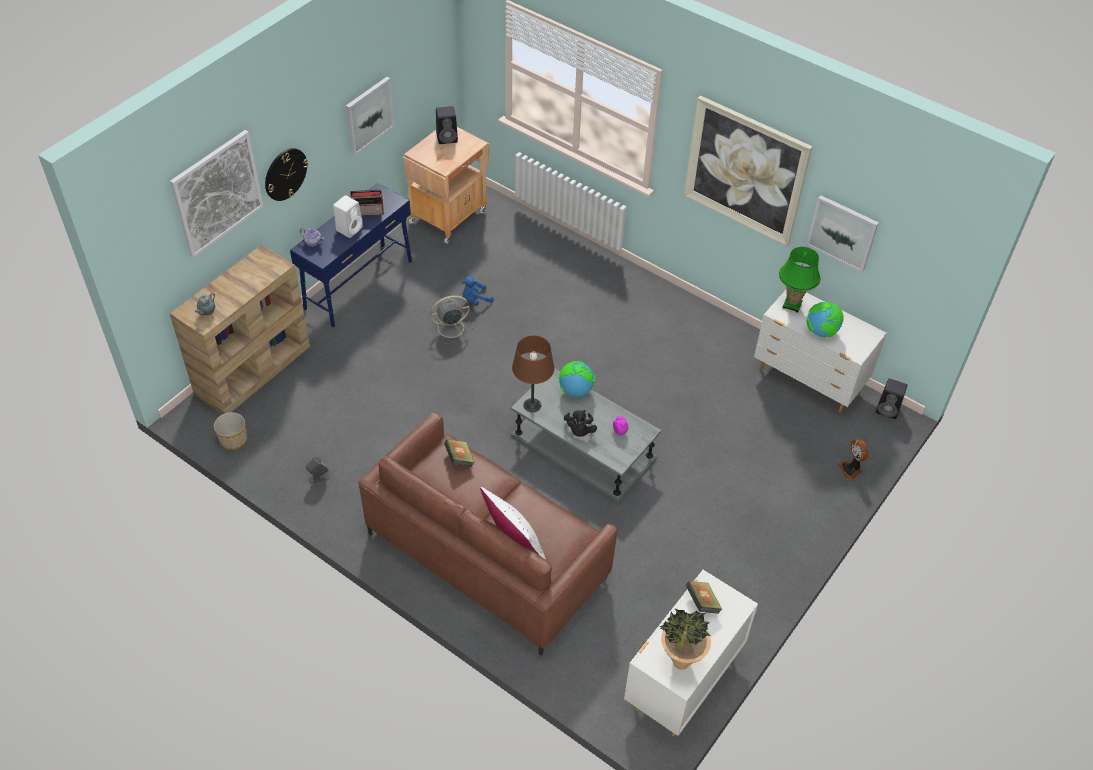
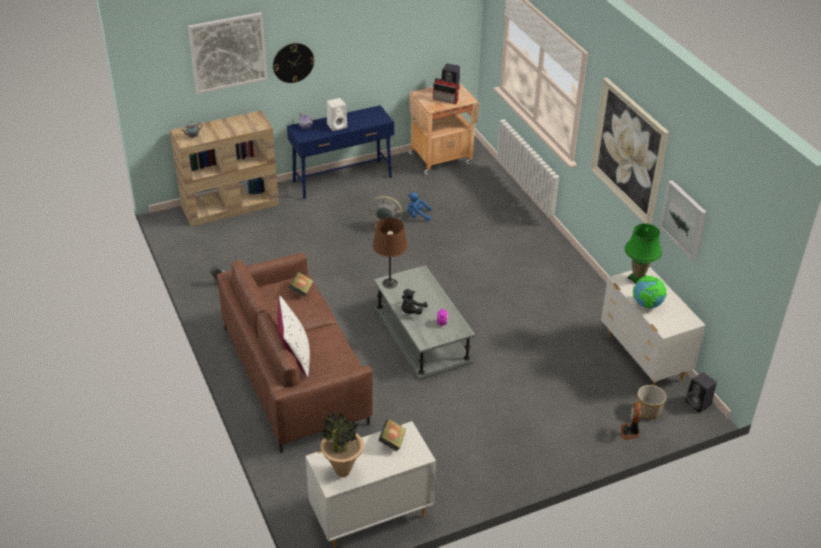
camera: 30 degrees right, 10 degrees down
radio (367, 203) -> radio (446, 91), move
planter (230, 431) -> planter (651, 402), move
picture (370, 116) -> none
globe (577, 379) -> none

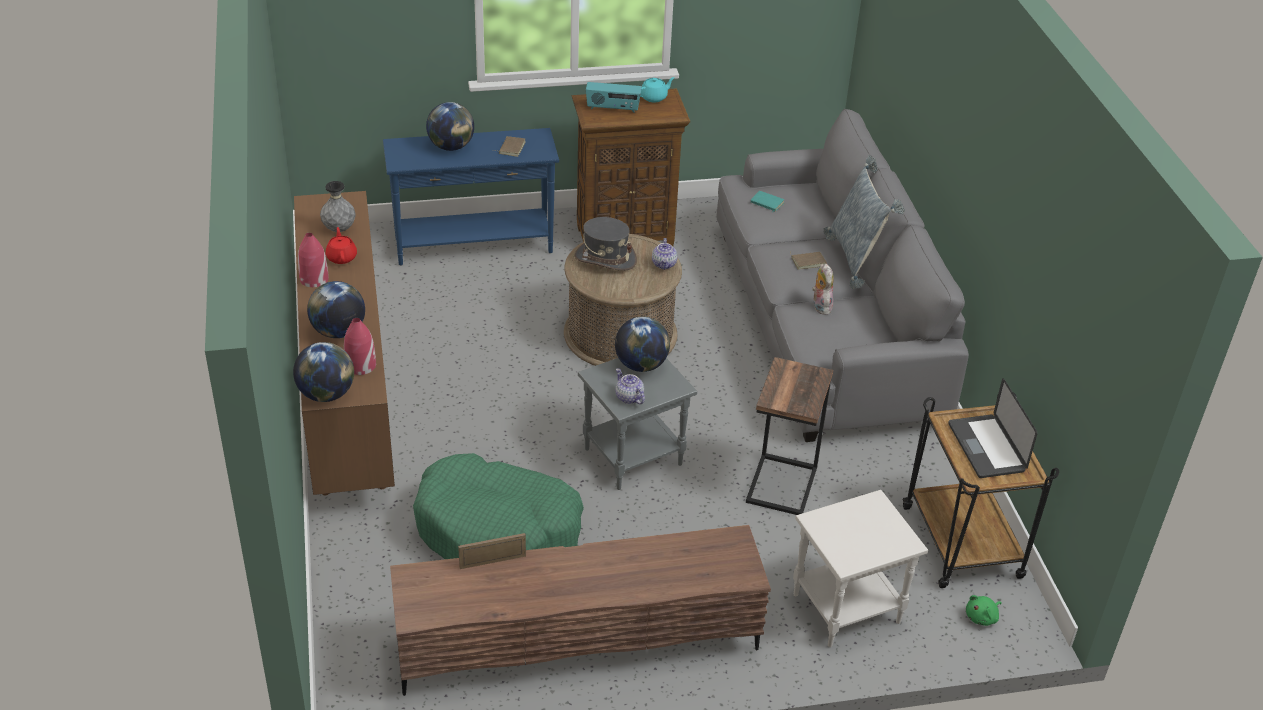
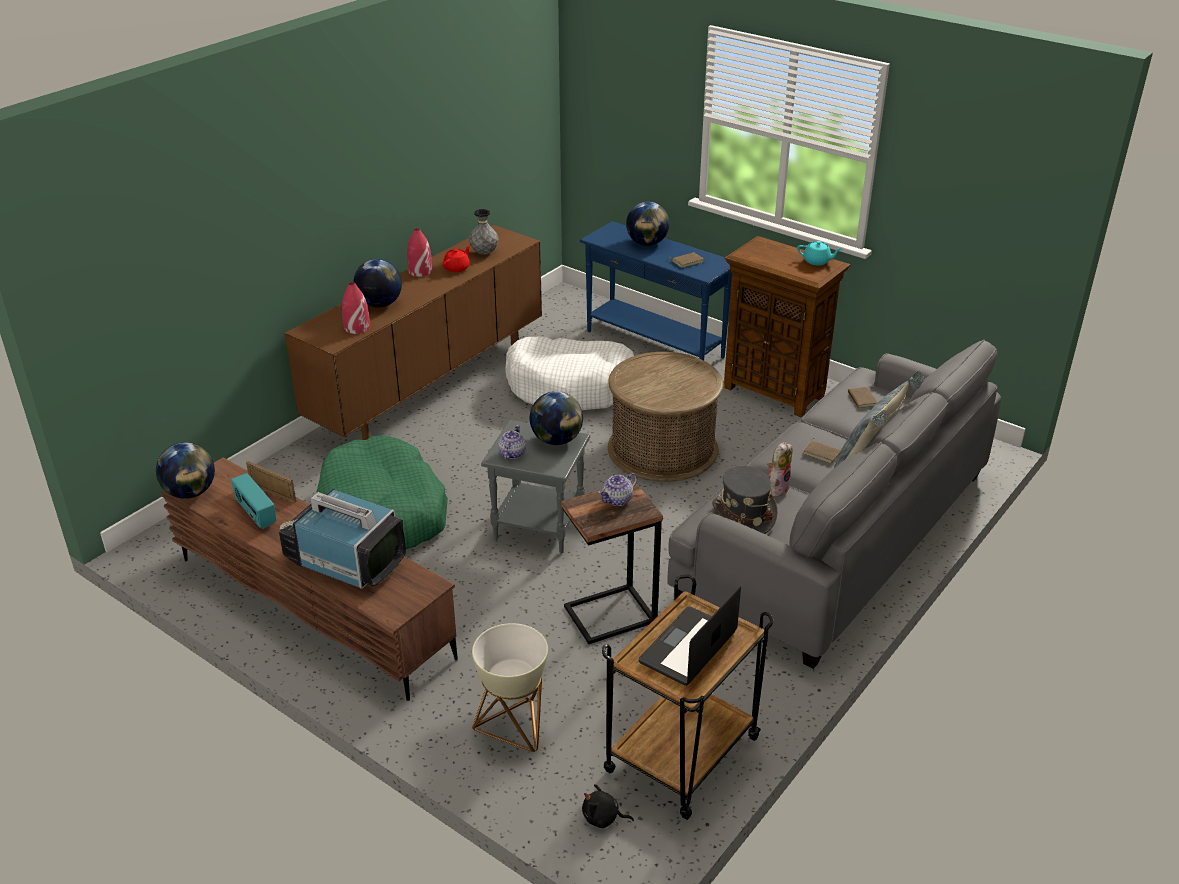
camera: 50 degrees right, 5 degrees down
globe (323, 372) -> globe (185, 470), move
radio (614, 97) -> radio (254, 501), move
none -> television (342, 539)
white_side_table (860, 568) -> planter (510, 687)
none -> white_dog_bed (569, 373)
green_plush_toy (984, 610) -> black_plush_toy (608, 806)
teapot (664, 254) -> teapot (617, 489), move
grey_hat (605, 244) -> grey_hat (745, 500), move
turquoise_book (768, 202) -> brown_book (863, 397)

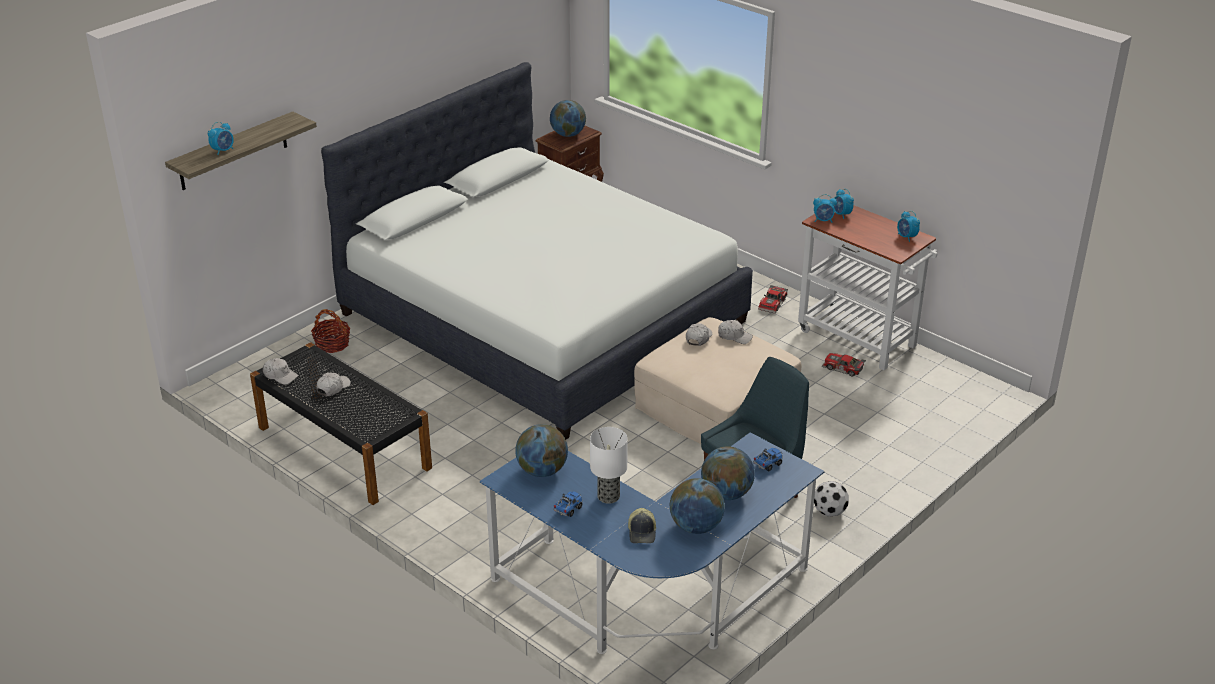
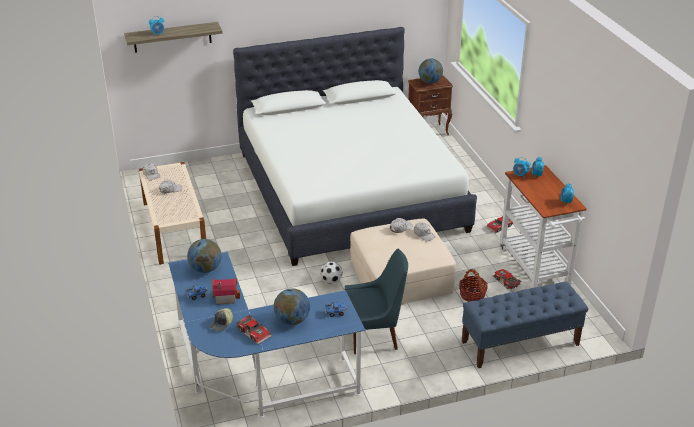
camera: 30 degrees right, 0 degrees up
black_bench (341, 423) -> beige_bench (172, 213)
table_lamp (609, 465) -> toy_house (226, 291)
globe (697, 506) -> toy_car (253, 329)
football (831, 499) -> football (331, 272), move
basket (330, 331) -> basket (473, 285), move
none -> blue_bench (525, 324)

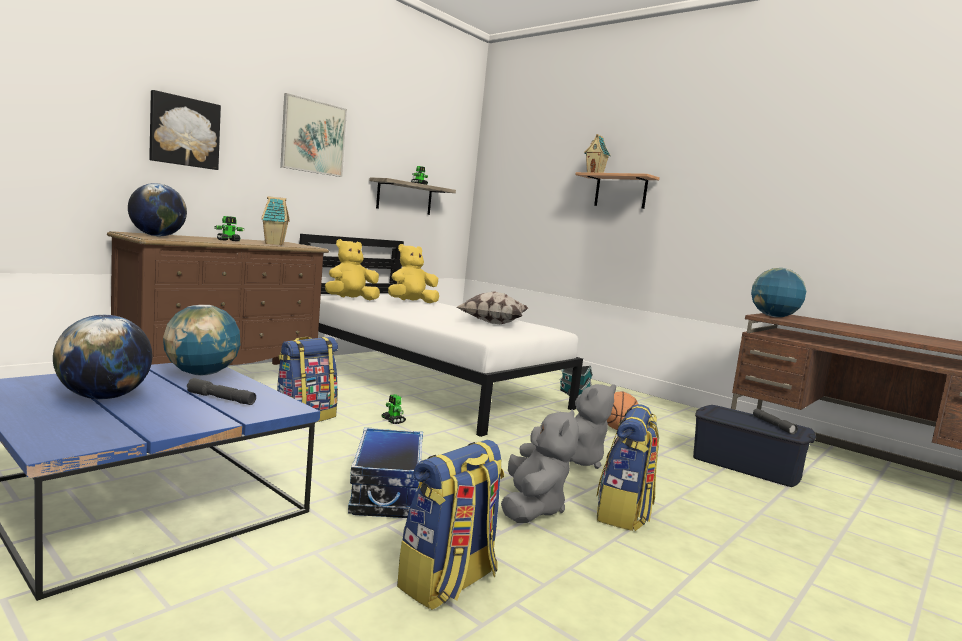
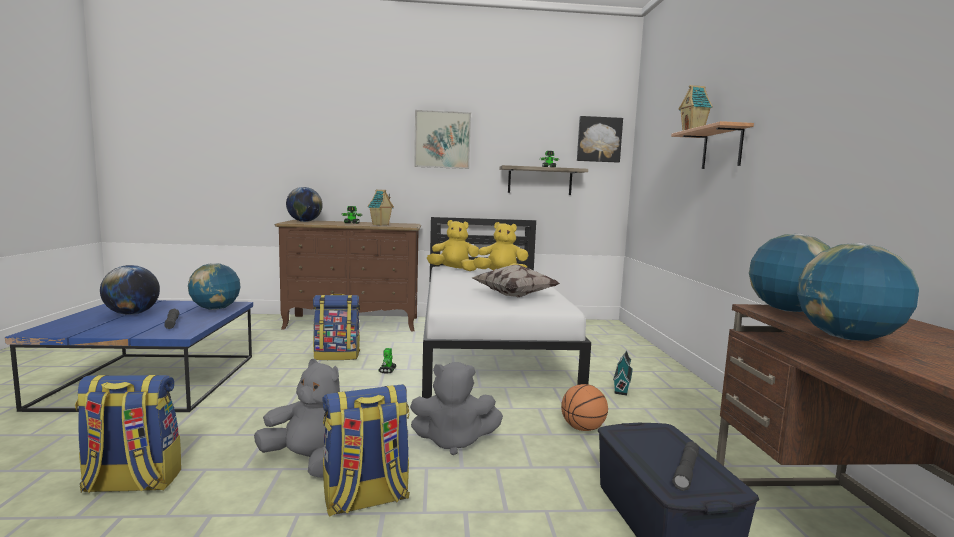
camera: 45 degrees right, 0 degrees up
grey_plush_toy (540, 466) -> grey_plush_toy (297, 418), 120 degrees counterclockwise
picture (185, 130) -> picture (600, 139), move
none -> globe (858, 292)
storage_box (385, 472) -> none

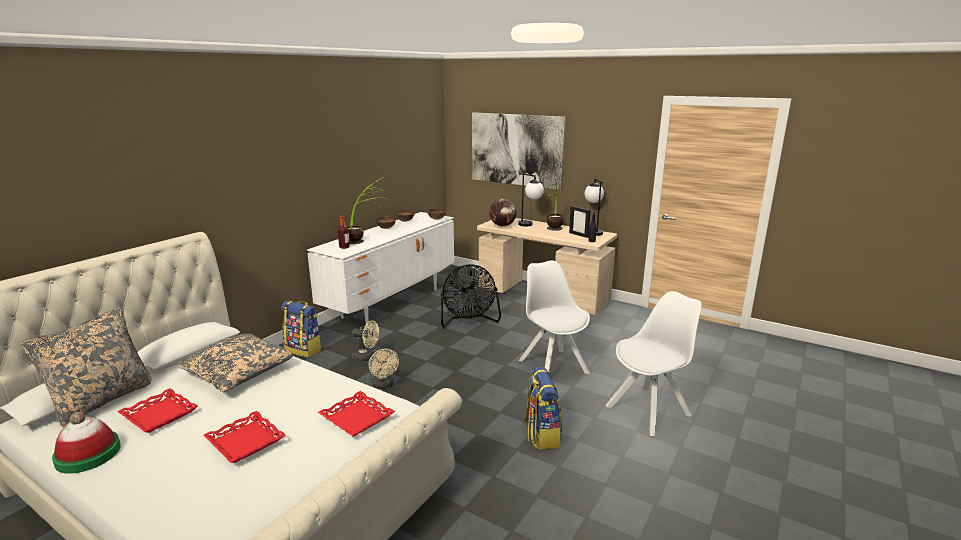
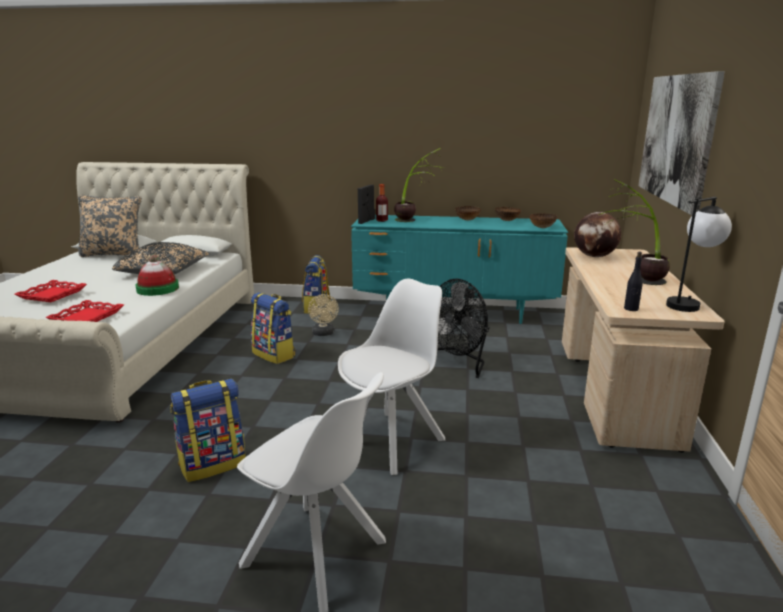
camera: 65 degrees right, 0 degrees up
hat (86, 443) -> hat (157, 275), move
beige_fan (384, 369) -> backpack (273, 328)
white_dresser (380, 268) -> turquoise_dresser (459, 269)
picture_frame (580, 222) -> picture_frame (366, 204), move
red_tray (157, 410) -> none
table_lamp (531, 199) -> none

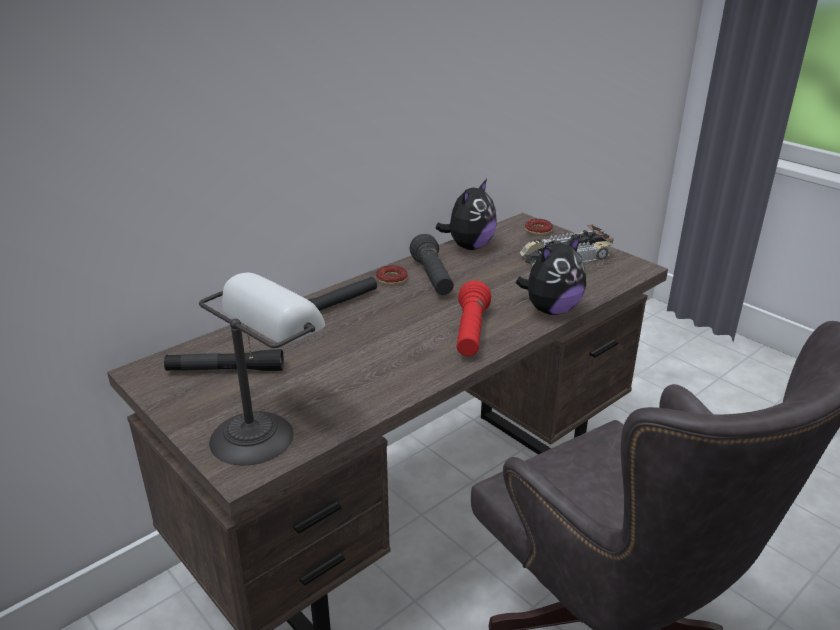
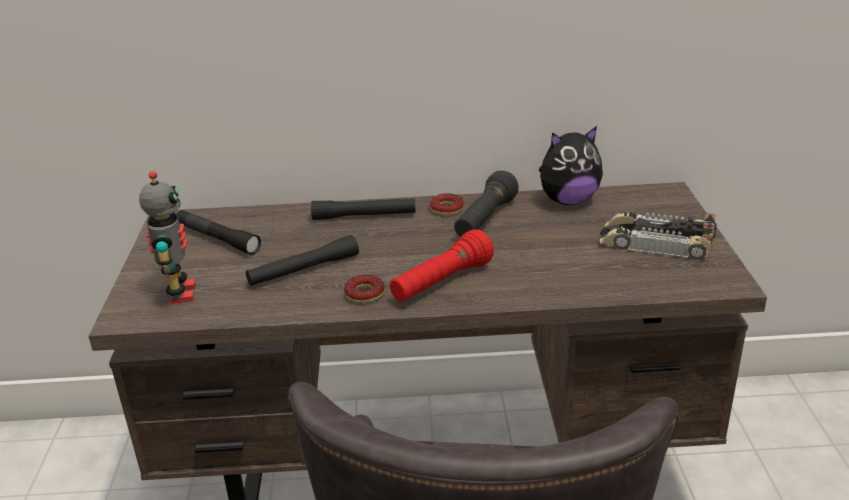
camera: 40 degrees right, 0 degrees up
table_lamp (262, 369) -> toy_robot (167, 237)
none -> black_flashlight (302, 260)
donut (539, 227) -> donut (364, 289), move
plush_toy (551, 275) -> none

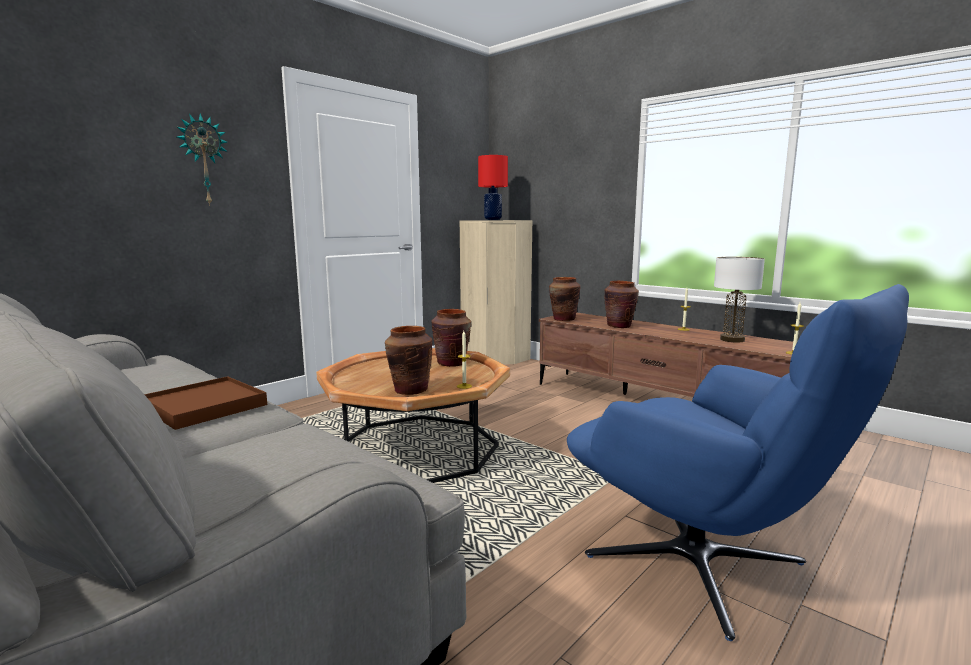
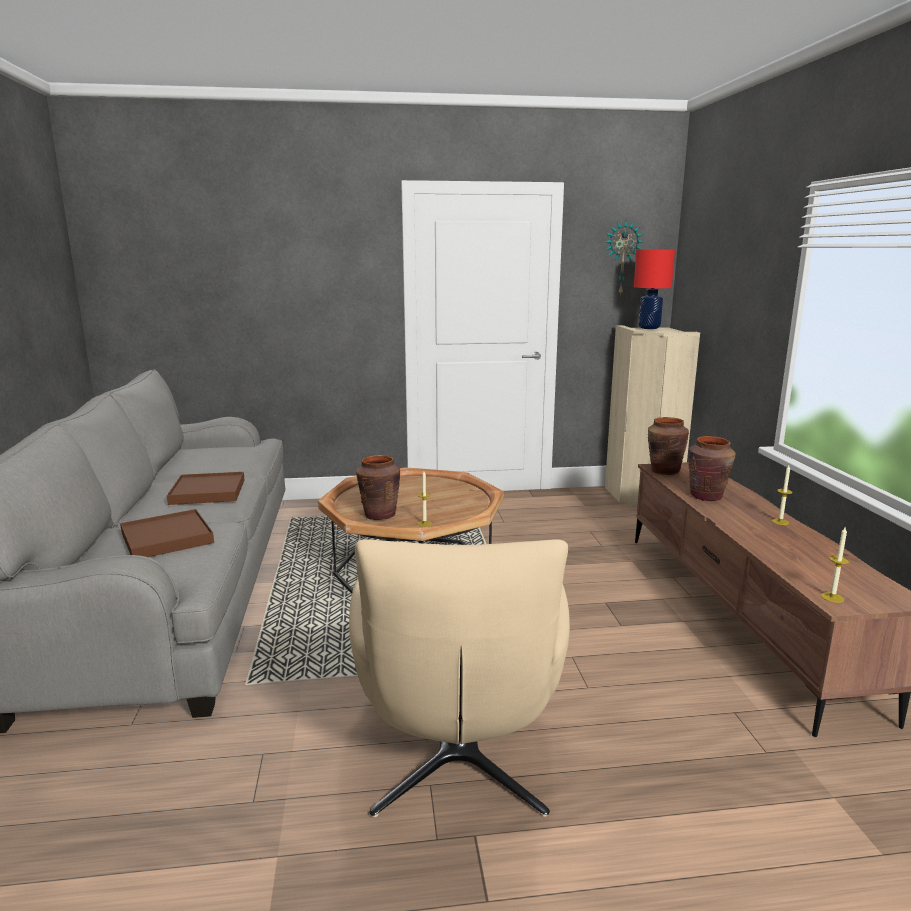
camera: 40 degrees right, 5 degrees up
none -> brown_tray (167, 533)
blue_armchair (738, 462) -> beige_armchair (459, 678)
wall_clock (202, 159) -> wall_clock (624, 258), move
brown_vase (451, 338) -> none
table_lamp (739, 300) -> none

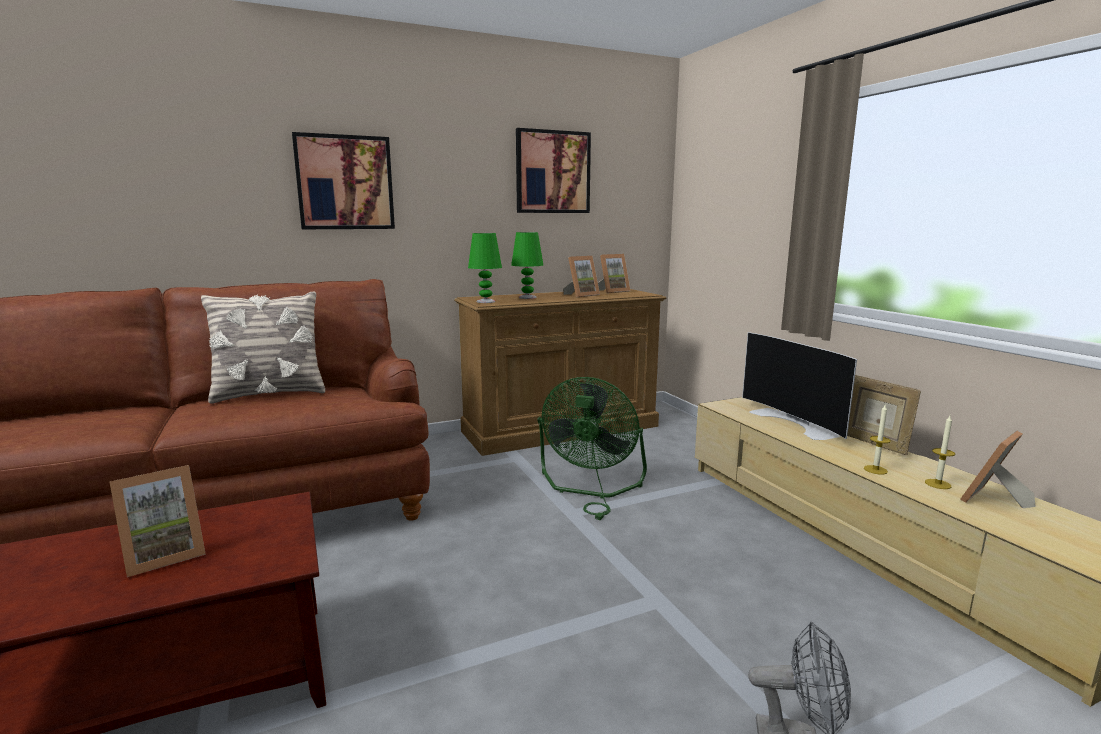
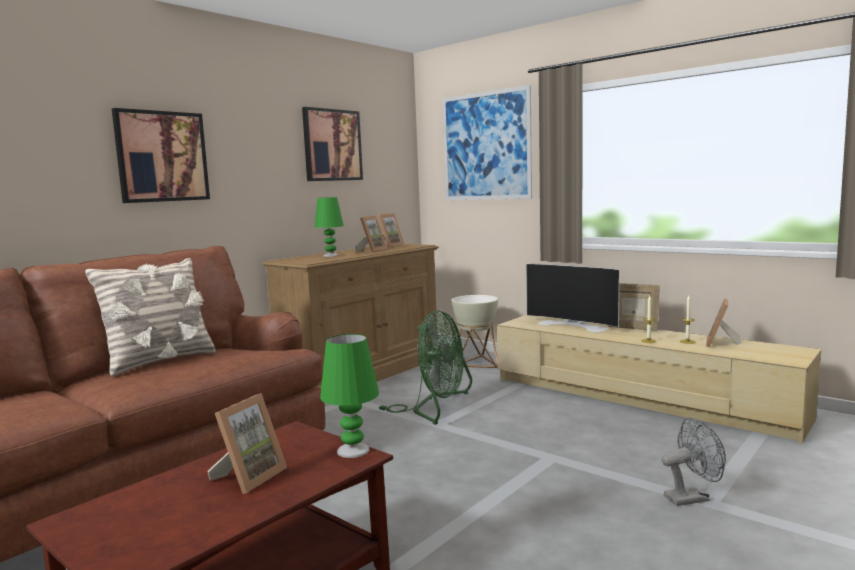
camera: 25 degrees left, 5 degrees down
green_table_lamp (485, 268) -> green_table_lamp (349, 396), move
green_fan (592, 448) -> green_fan (425, 367), 120 degrees clockwise
none -> picture (487, 142)
none -> planter (474, 331)

